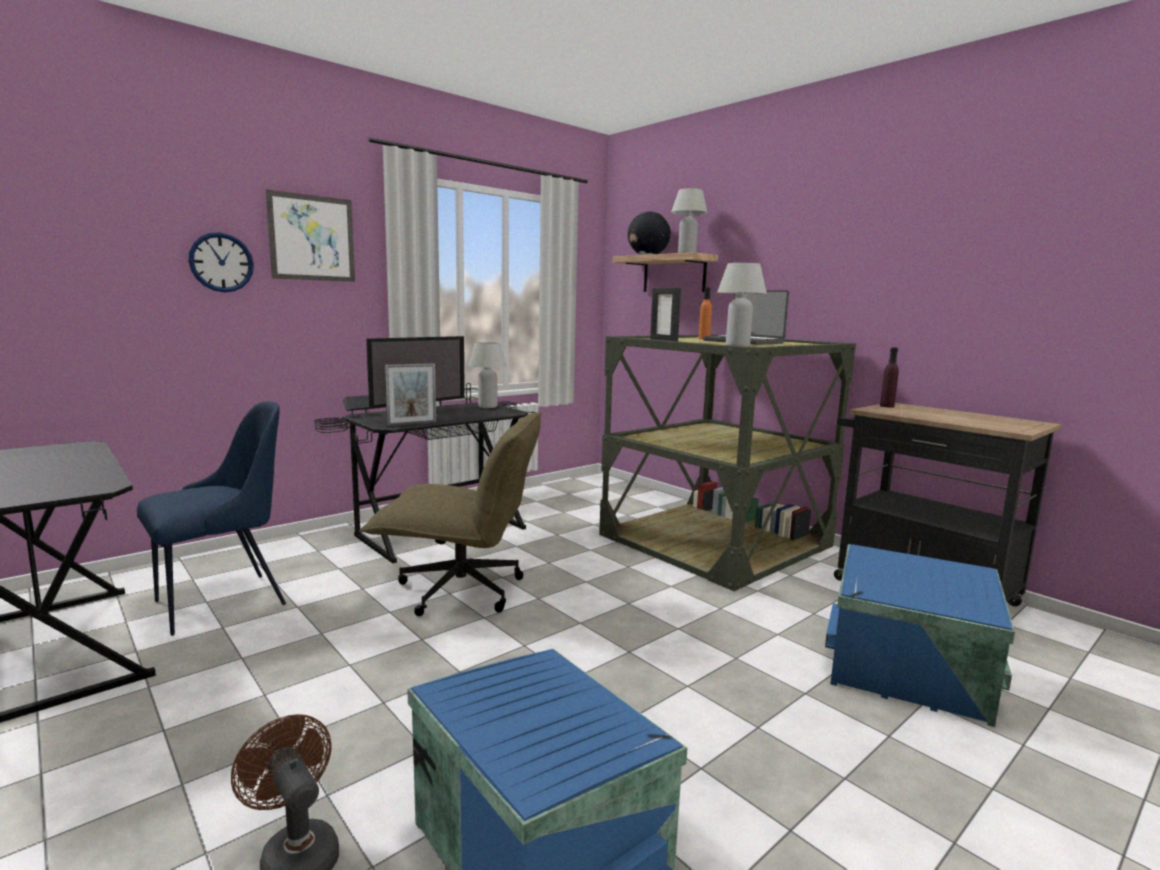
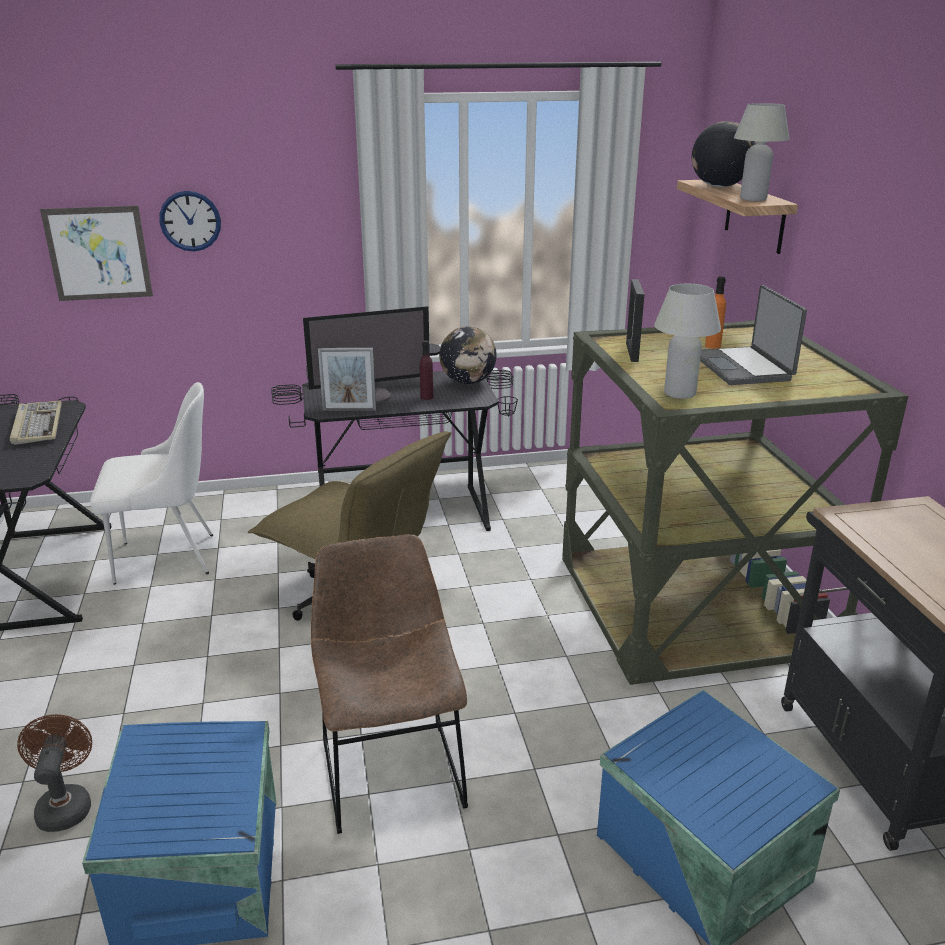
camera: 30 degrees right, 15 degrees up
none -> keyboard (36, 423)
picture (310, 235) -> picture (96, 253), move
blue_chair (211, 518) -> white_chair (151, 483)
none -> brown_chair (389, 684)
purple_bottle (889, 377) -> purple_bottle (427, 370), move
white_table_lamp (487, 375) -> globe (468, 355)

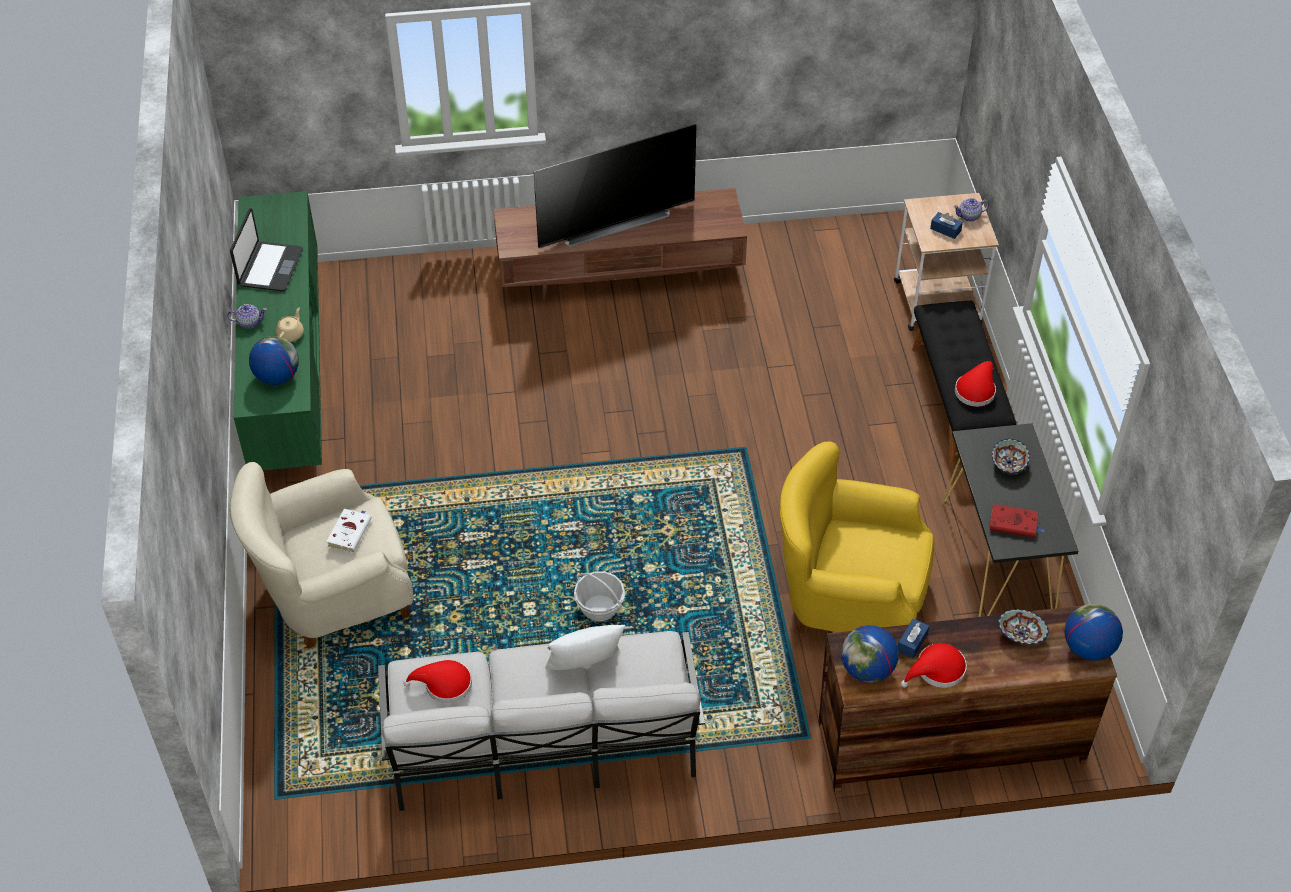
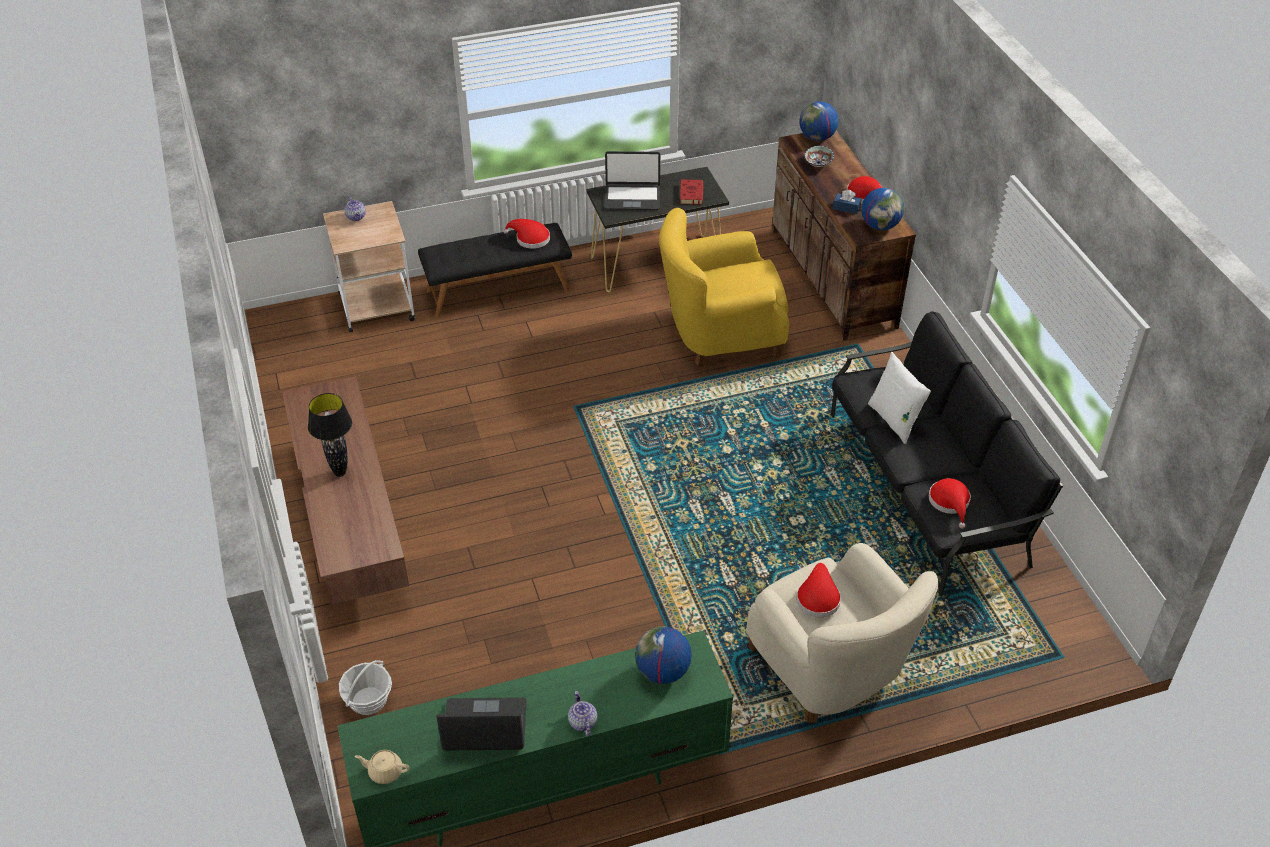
camera: 100 degrees left, 5 degrees down
television (615, 186) -> black_table_lamp (330, 435)
basket (599, 596) -> basket (365, 687), move
beige_teapot (290, 325) -> beige_teapot (382, 767), move
bowl (1011, 456) -> laptop (632, 180)
yellow_armchair (857, 537) -> yellow_armchair (724, 287), 75 degrees clockwise
white_book (349, 531) -> red_hat (818, 590)
white_sofa (541, 721) -> black_sofa (947, 454)
blue_tissue_box (946, 225) -> none

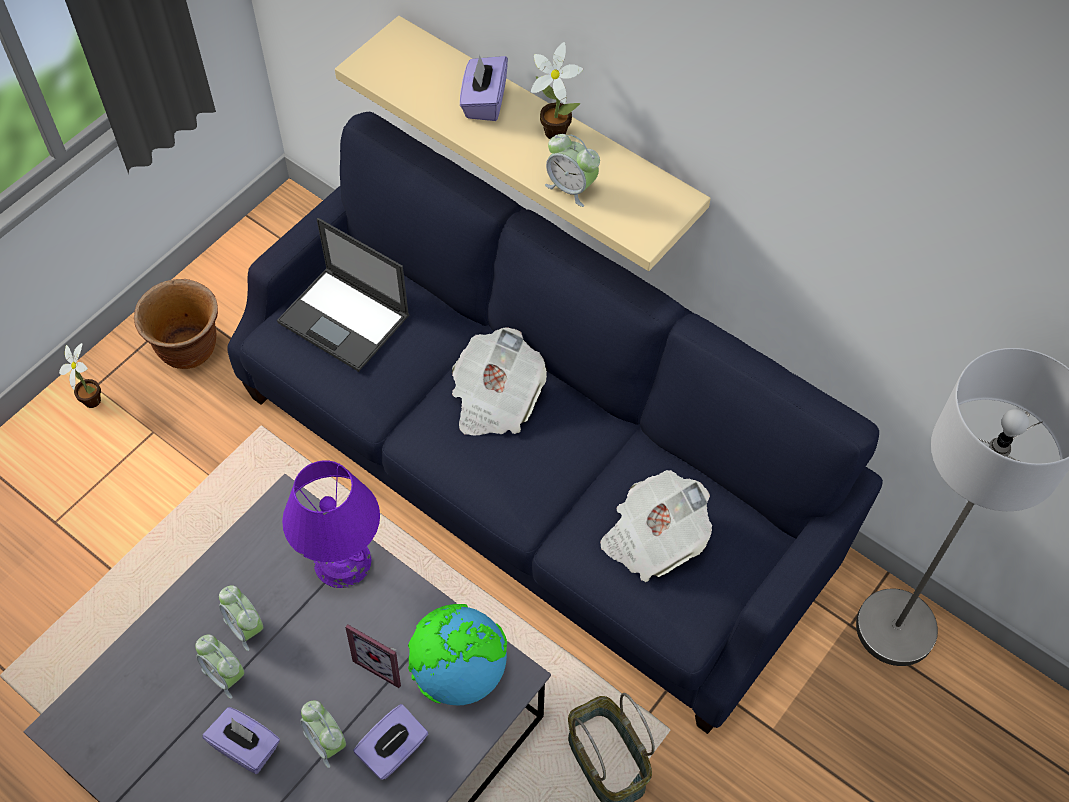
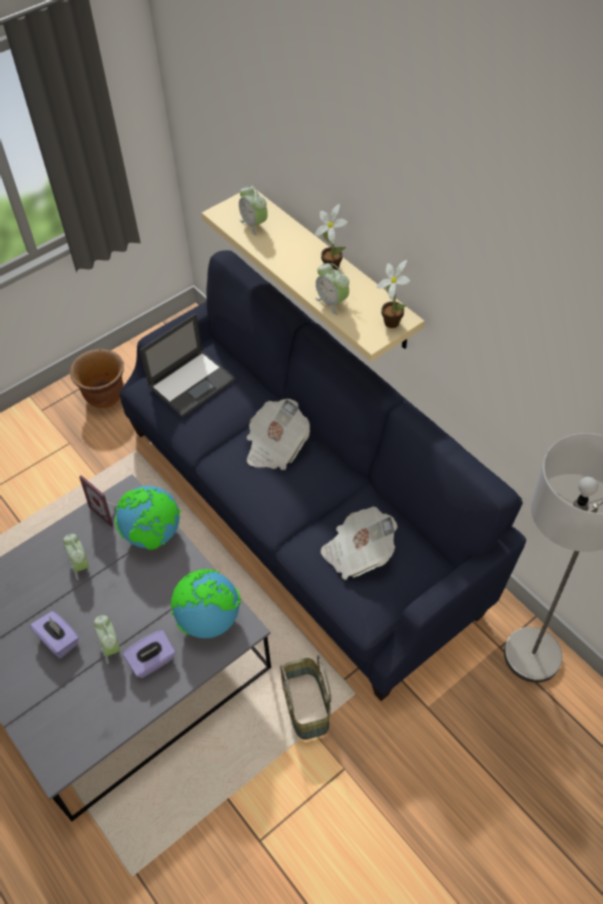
camera: 15 degrees right, 5 degrees down
picture_frame (373, 656) -> picture_frame (97, 501), move
purple_table_lamp (331, 524) -> globe (148, 518)
laptop (343, 295) -> laptop (187, 365), 90 degrees counterclockwise
alarm_clock (220, 667) -> alarm_clock (253, 210), move
potted_plant (80, 375) -> potted_plant (393, 294), move
purple_tissue_box (484, 88) -> none

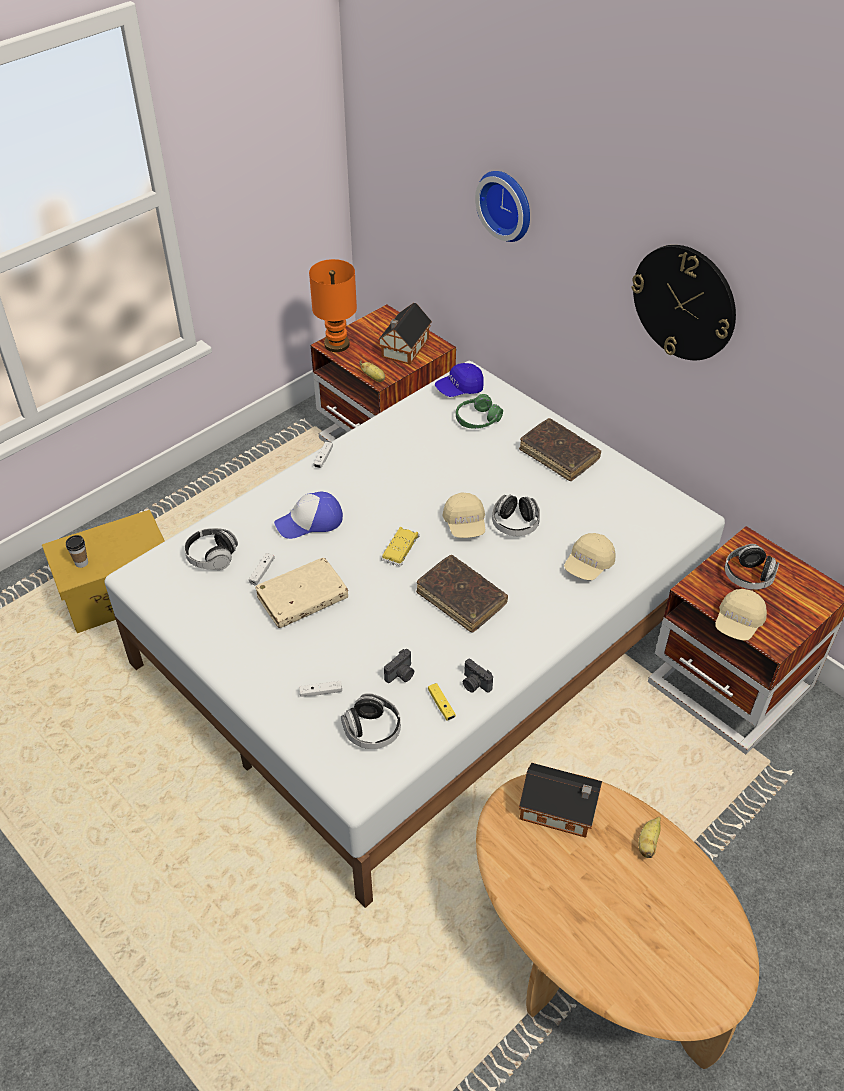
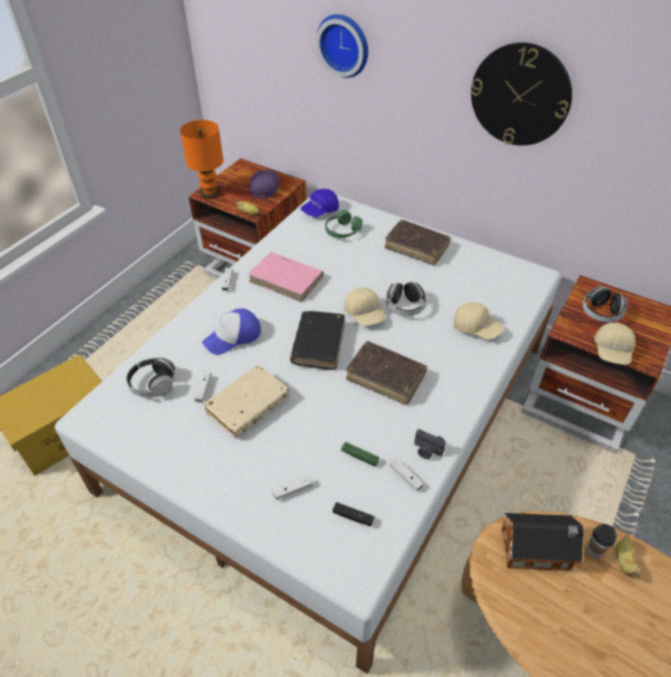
camera: 15 degrees left, 0 degrees up
none -> pink_book (286, 277)
toy_house (405, 334) -> purple_cap (264, 184)
yellow_toy_car (400, 546) -> black_book (317, 340)
headphones (371, 721) -> black_game_controller (353, 514)
photo_camera (399, 666) -> green_game_controller (360, 454)
yellow_game_controller (442, 701) -> white_game_controller (406, 474)
beige_cap (589, 556) -> beige_cap (479, 321), 75 degrees counterclockwise
cup (77, 551) -> cup (602, 541), move

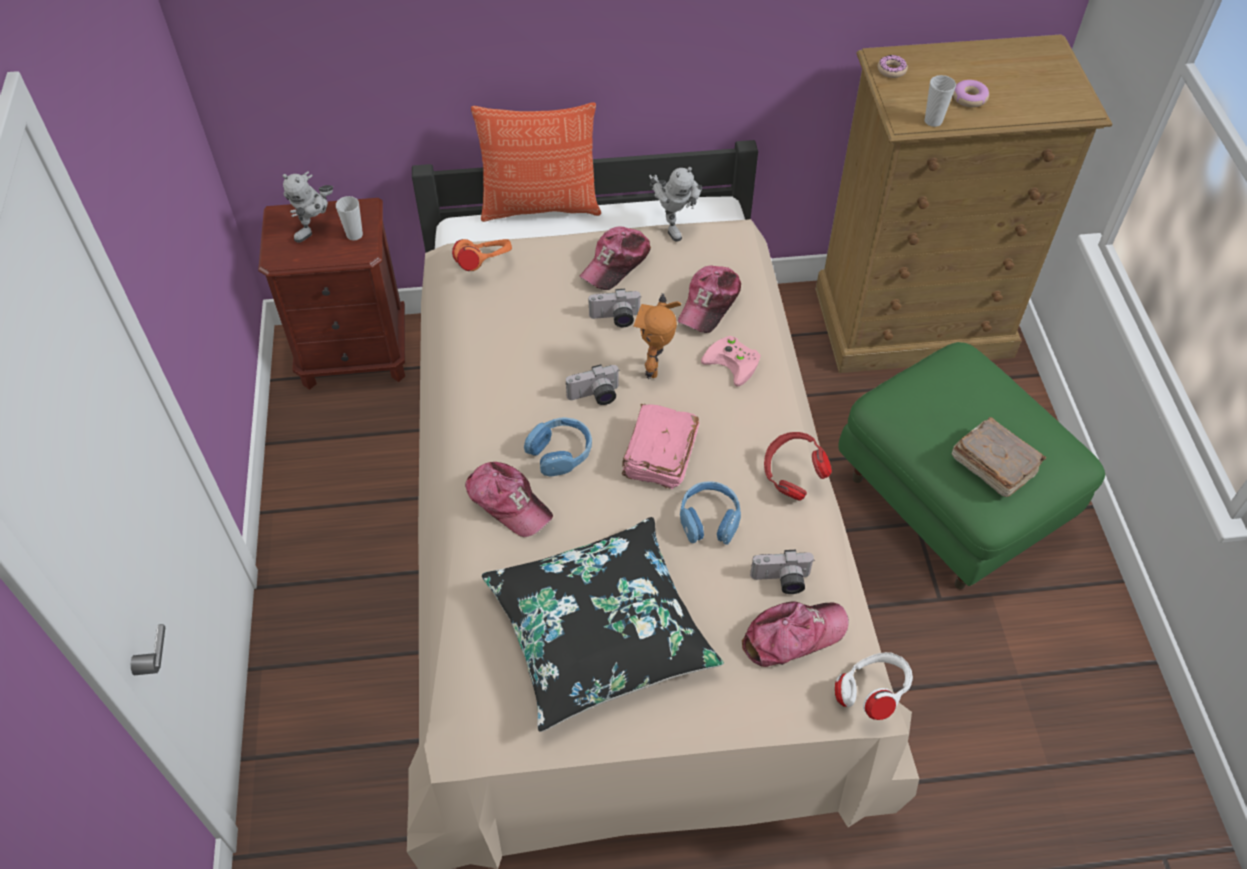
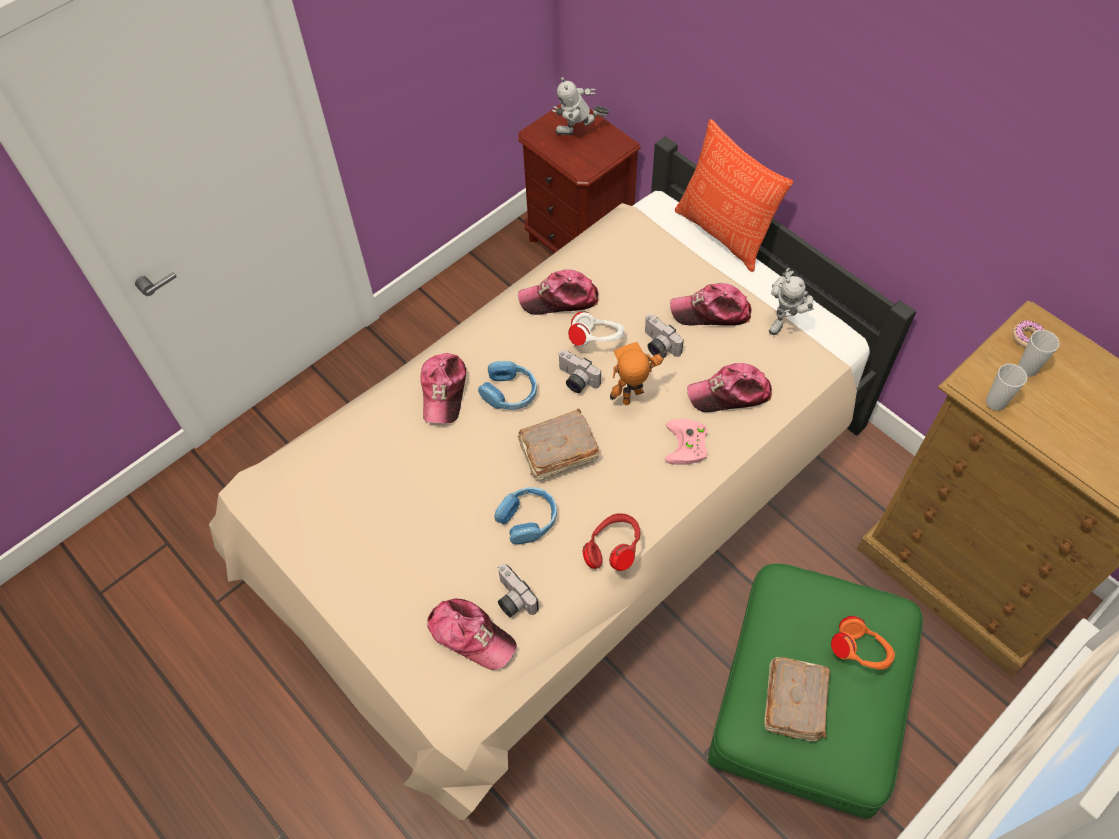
camera: 55 degrees right, 5 degrees up
pink_book (660, 446) -> brown_book (558, 444)
none -> cap (558, 292)
white_headphones (874, 686) -> white_headphones (596, 329), move
orange_headphones (482, 255) -> orange_headphones (863, 643), move
cup (349, 218) -> cup (1039, 353), move
black_pillow (603, 624) -> none
donut (971, 93) -> none

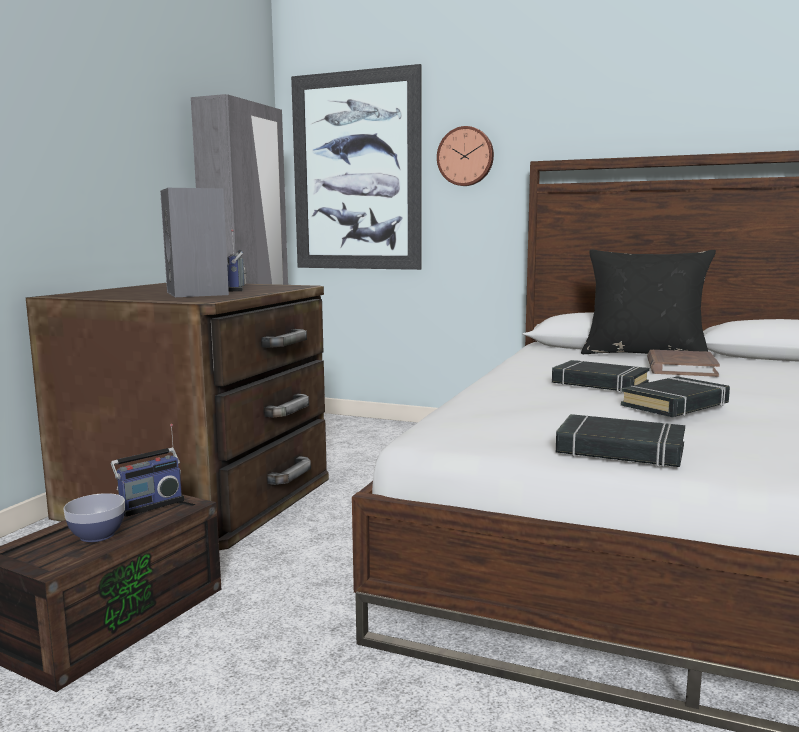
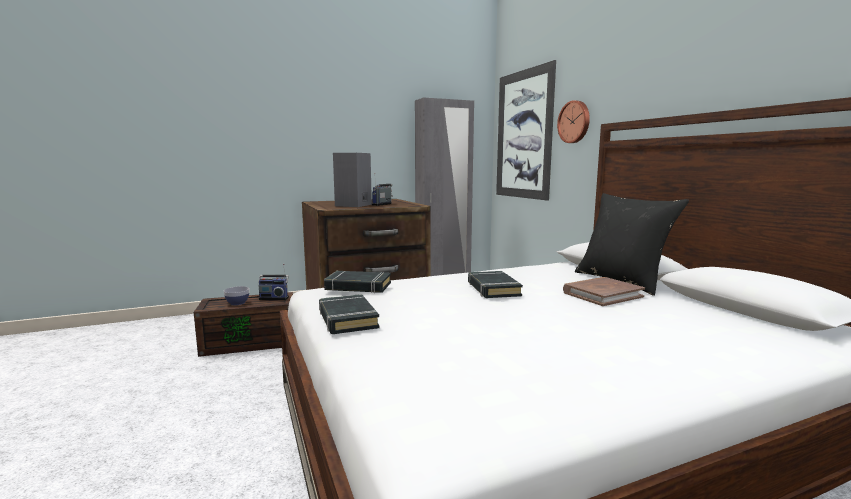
camera: 45 degrees right, 0 degrees up
black_book (675, 396) -> black_book (357, 282), move

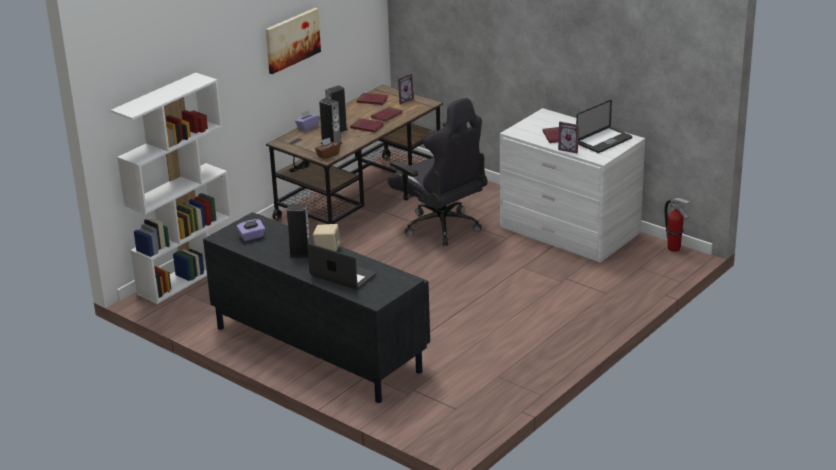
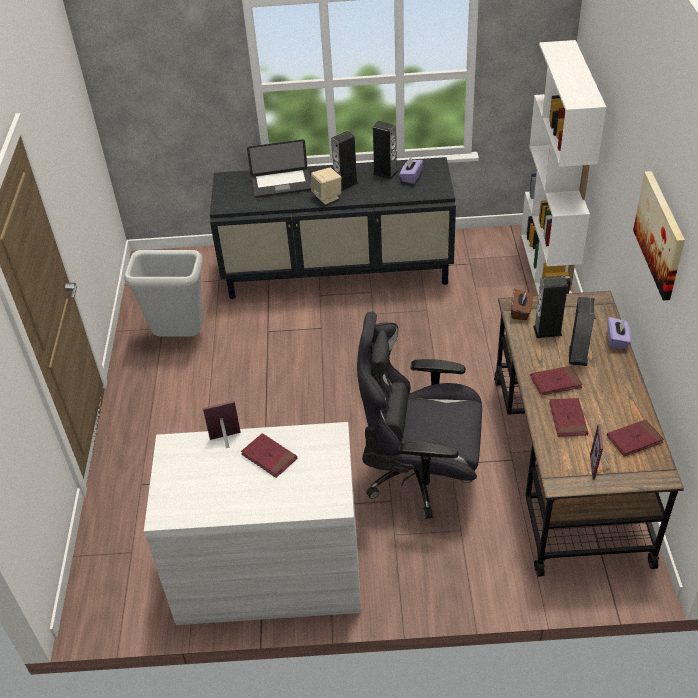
camera: 140 degrees right, 15 degrees up
none -> grey_trash_can (163, 293)
none -> speaker (385, 150)
laptop (604, 126) -> none
fire_extinguisher (677, 225) -> none

